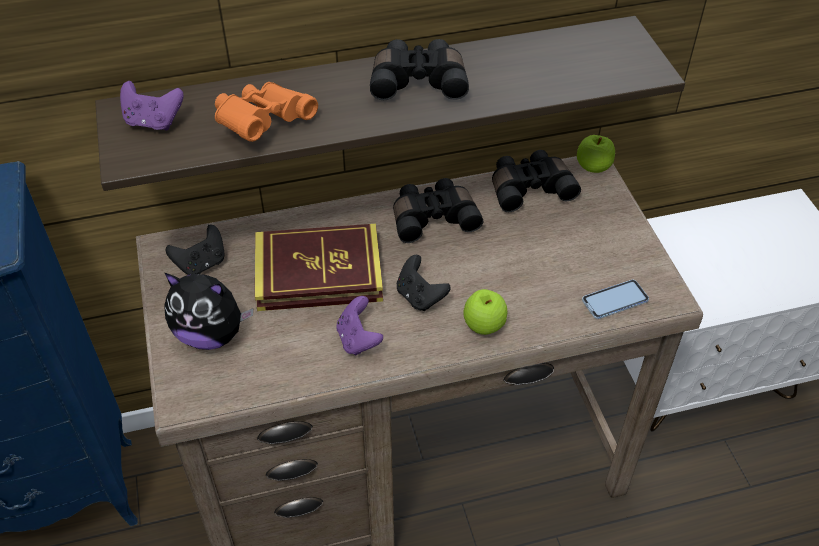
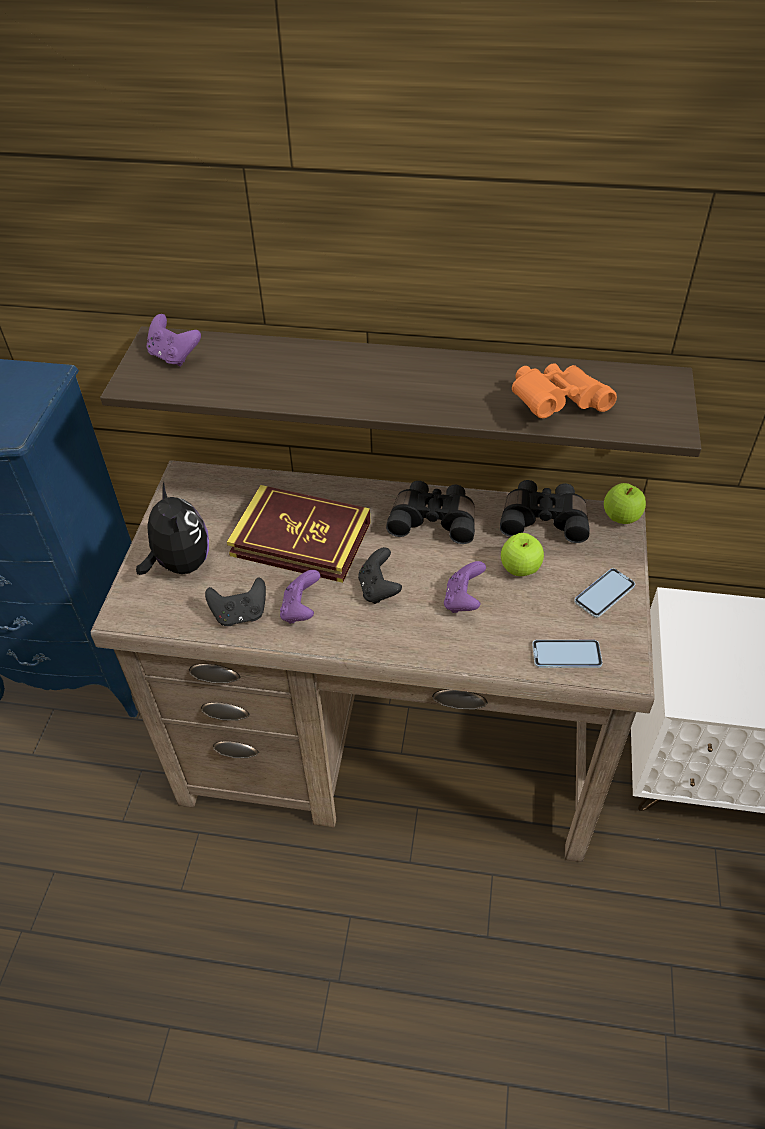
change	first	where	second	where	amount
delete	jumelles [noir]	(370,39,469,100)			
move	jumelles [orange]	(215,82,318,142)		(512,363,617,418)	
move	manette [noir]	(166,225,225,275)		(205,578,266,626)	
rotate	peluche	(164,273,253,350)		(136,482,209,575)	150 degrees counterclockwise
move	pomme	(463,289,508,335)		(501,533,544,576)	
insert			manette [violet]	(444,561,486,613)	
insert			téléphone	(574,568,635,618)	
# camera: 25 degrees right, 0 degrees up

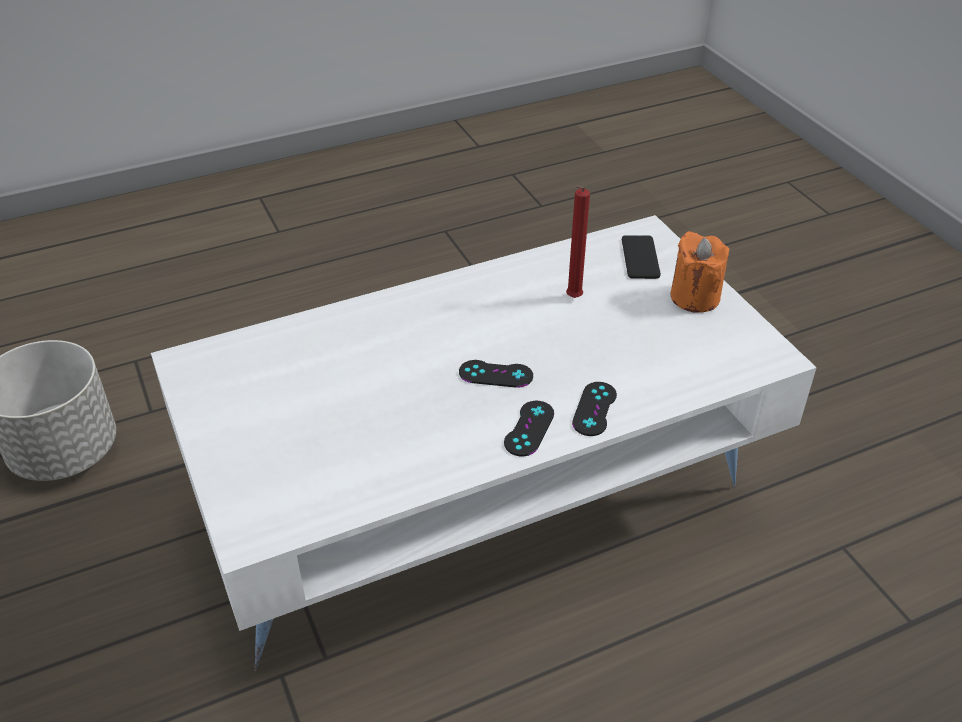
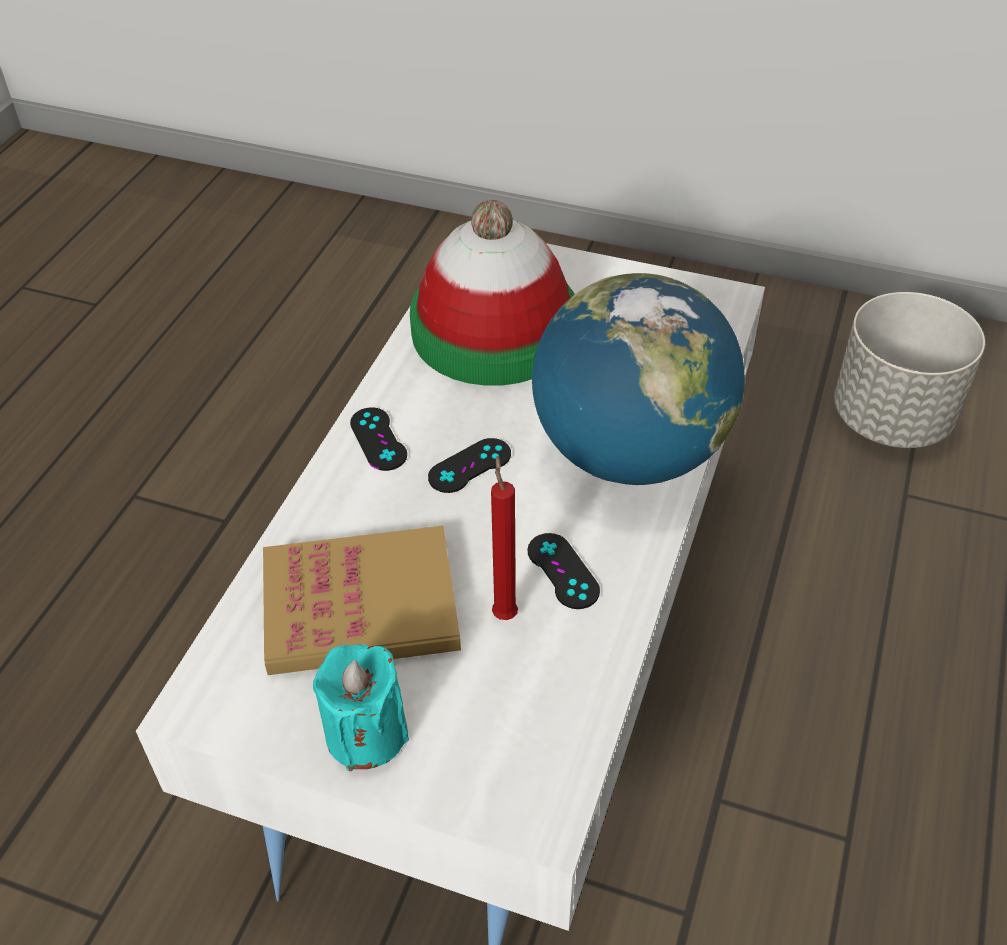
change	first	where	second	where	amount
recolor	bougie [orange]	(671,231,729,313)	bougie [turquoise]	(313,644,409,771)	
delete	téléphone	(622,235,661,279)			
move	manette [noir]	(572,382,617,436)		(528,533,600,609)	
insert			chapeau	(410,200,575,386)	
insert			globe	(532,273,745,485)	
insert			livre	(263,526,461,675)	
# camera: 135 degrees right, 5 degrees up

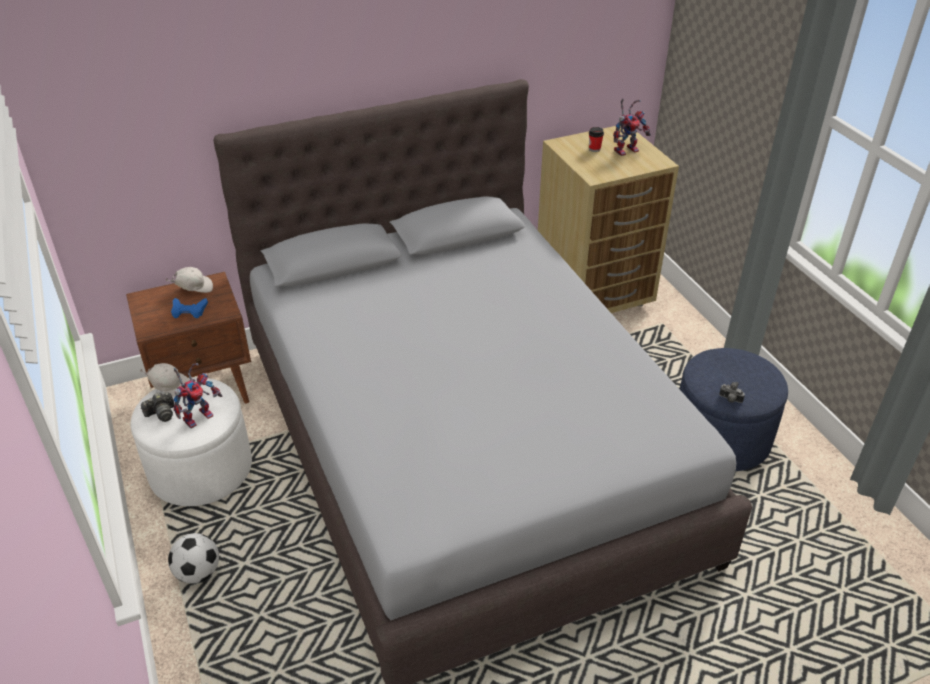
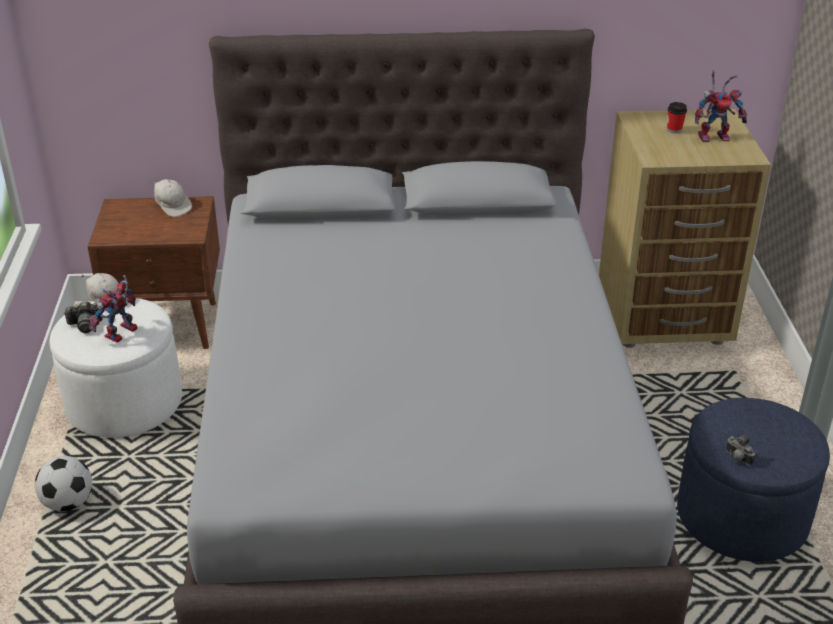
change	first	where	second	where	amount
rotate	casquette [blanc]	(165,267,213,293)		(152,179,192,217)	45 degrees clockwise
delete	manette [bleu]	(171,298,208,318)			
rotate	robot jouet	(173,363,223,429)		(89,275,137,342)	150 degrees clockwise
# camera: 20 degrees right, 5 degrees down

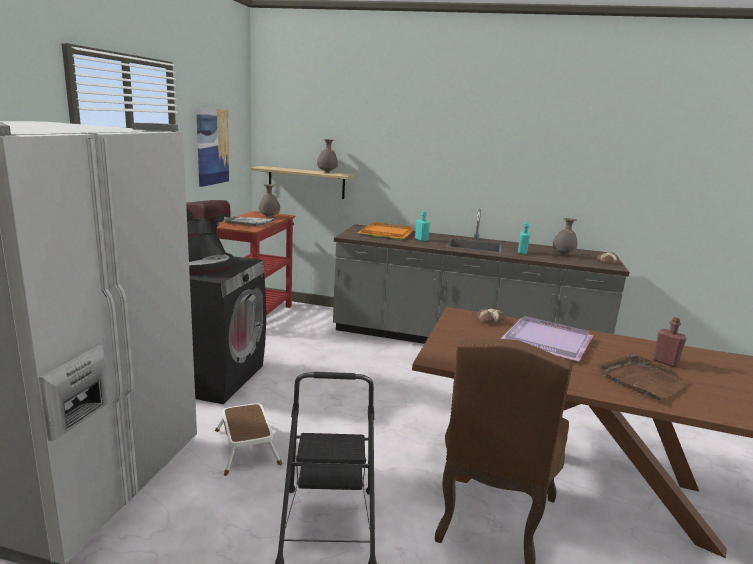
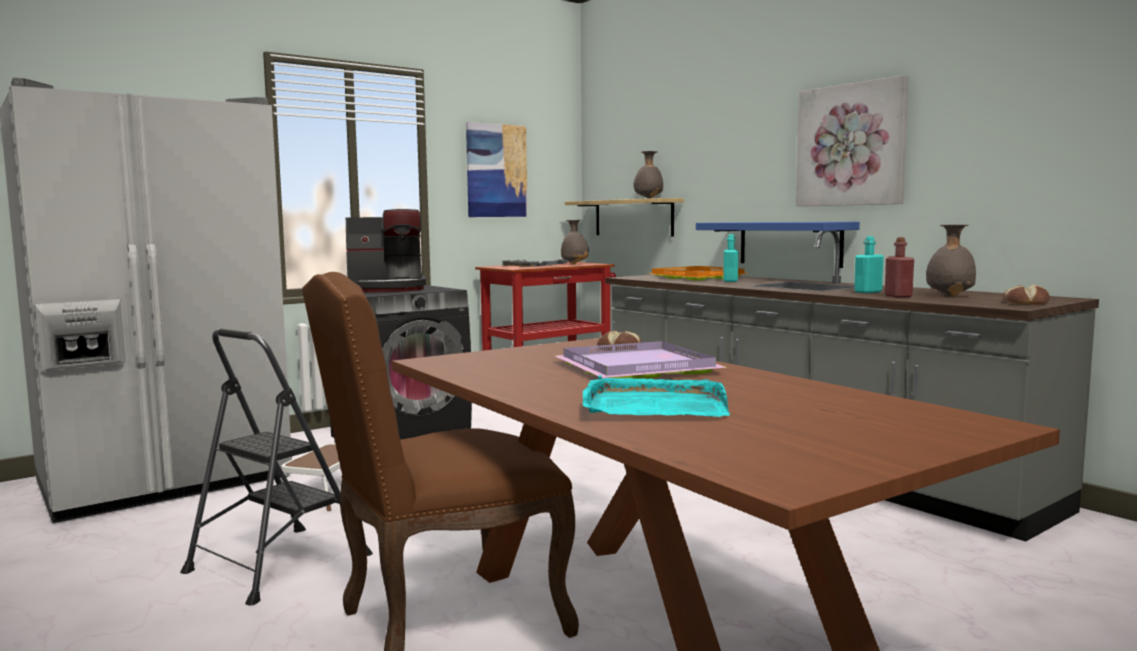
change	first	where	second	where	amount
move	bouteille [rouge]	(653,317,687,367)		(885,237,914,298)	
recolor	plateau [marron]	(597,355,690,400)	plateau [turquoise]	(583,375,730,417)	
insert			tableau	(796,75,909,206)	
insert			étagère [bleu]	(696,222,860,268)	
# camera: 40 degrees right, 10 degrees down

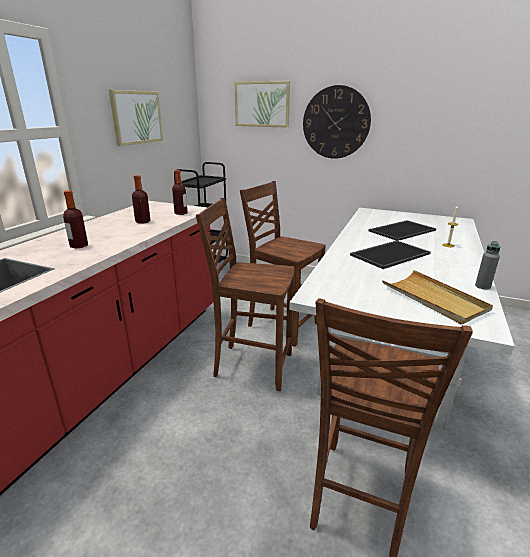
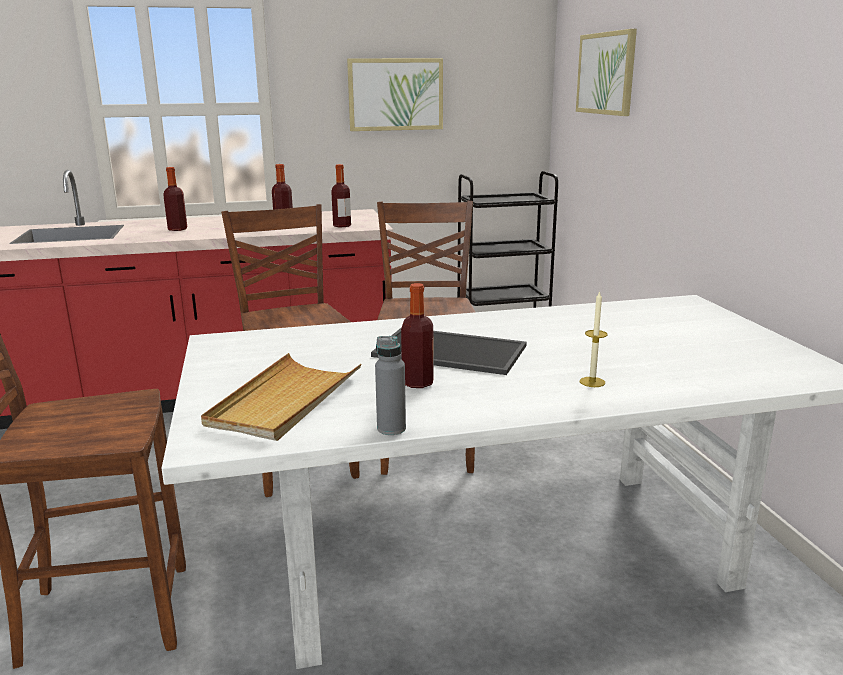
change	first	where	second	where	amount
delete	horloge murale	(303,85,371,159)			
delete	plateau	(369,220,436,241)			
insert			bouteille	(401,283,434,388)	
# camera: 55 degrees right, 5 degrees down

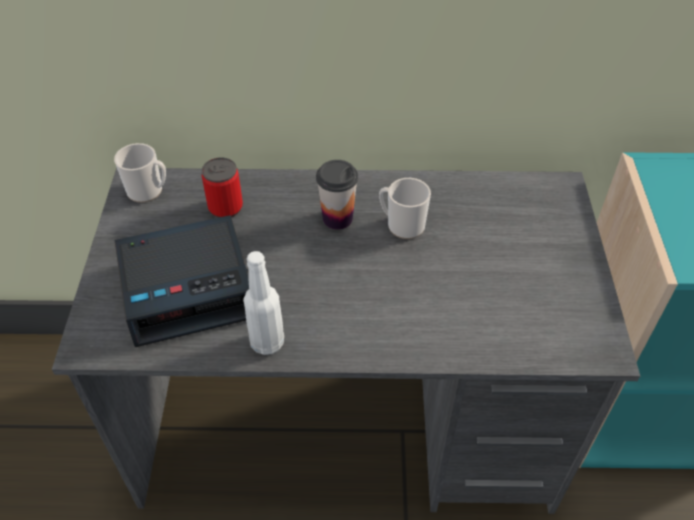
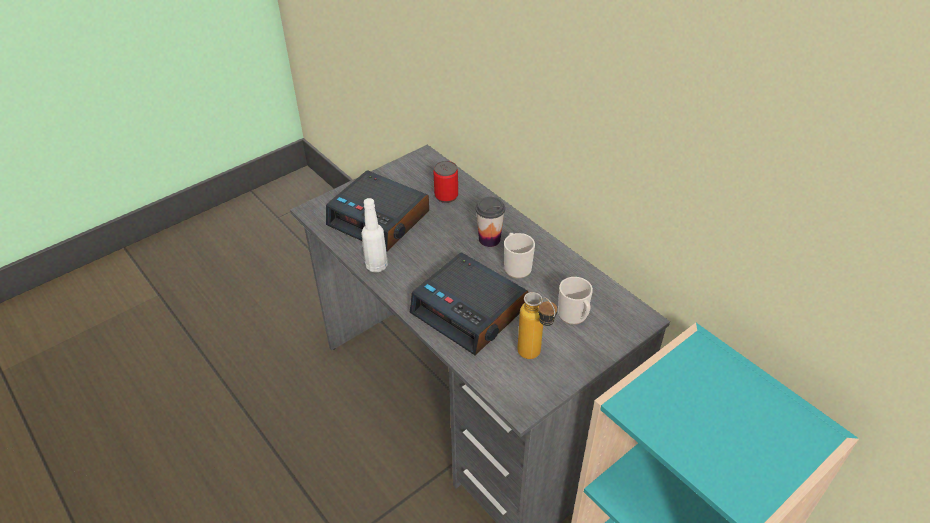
change	first	where	second	where	amount
move	mug	(114,143,166,203)		(558,277,593,325)	
insert			réveil	(409,252,529,355)	
insert			bouteille	(517,292,557,359)	
# camera: 50 degrees right, 5 degrees down

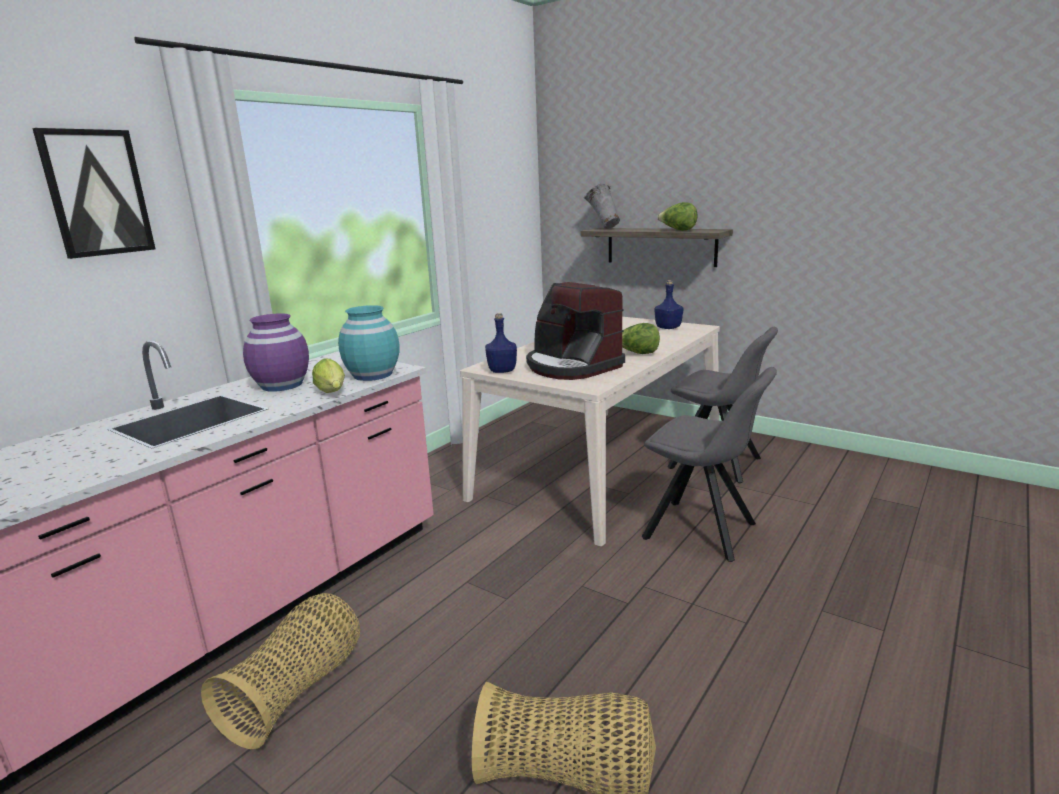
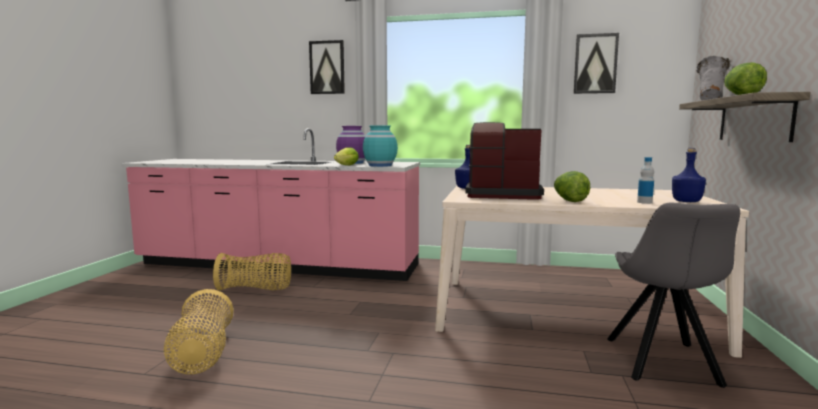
change	first	where	second	where	amount
rotate	machine à café	(526,282,625,380)		(465,122,544,200)	75 degrees clockwise
delete	chaise [gris]	(642,367,777,562)			
insert			tableau	(573,33,619,94)	
insert			bouteille	(637,157,654,204)	
# camera: 65 degrees right, 10 degrees down

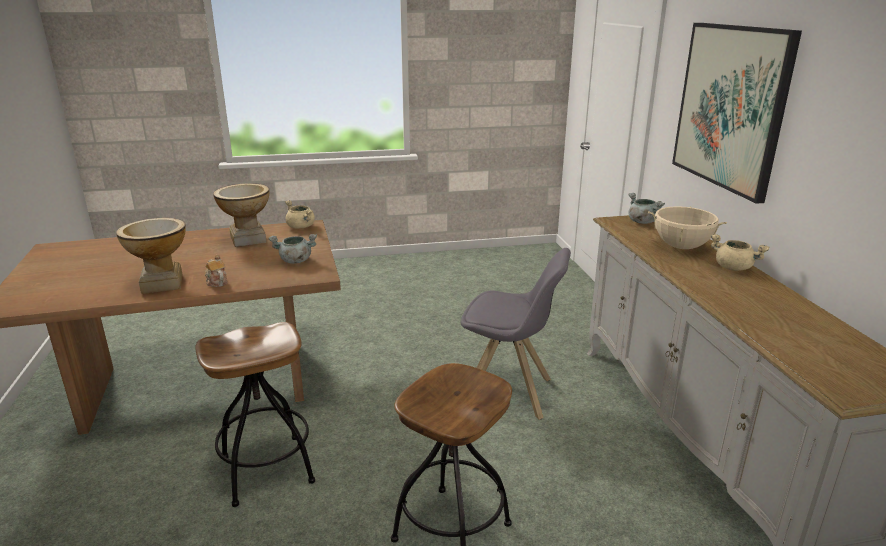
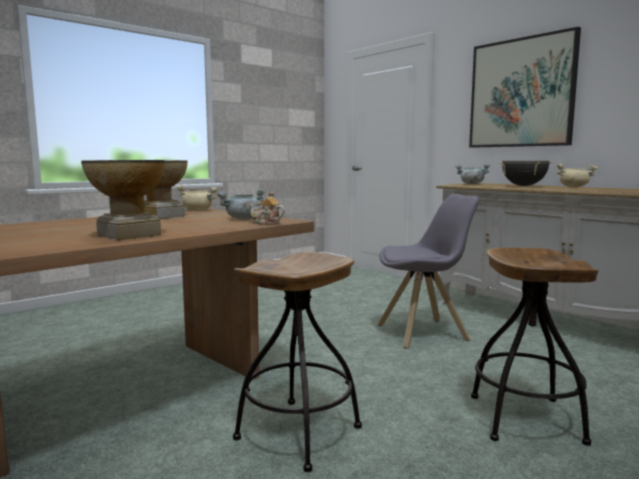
change	first	where	second	where	amount
recolor	marmite [beige]	(648,206,727,249)	marmite [noir]	(499,161,552,186)	
move	théière	(205,254,227,287)		(249,191,285,225)	
# camera: 30 degrees left, 15 degrees down

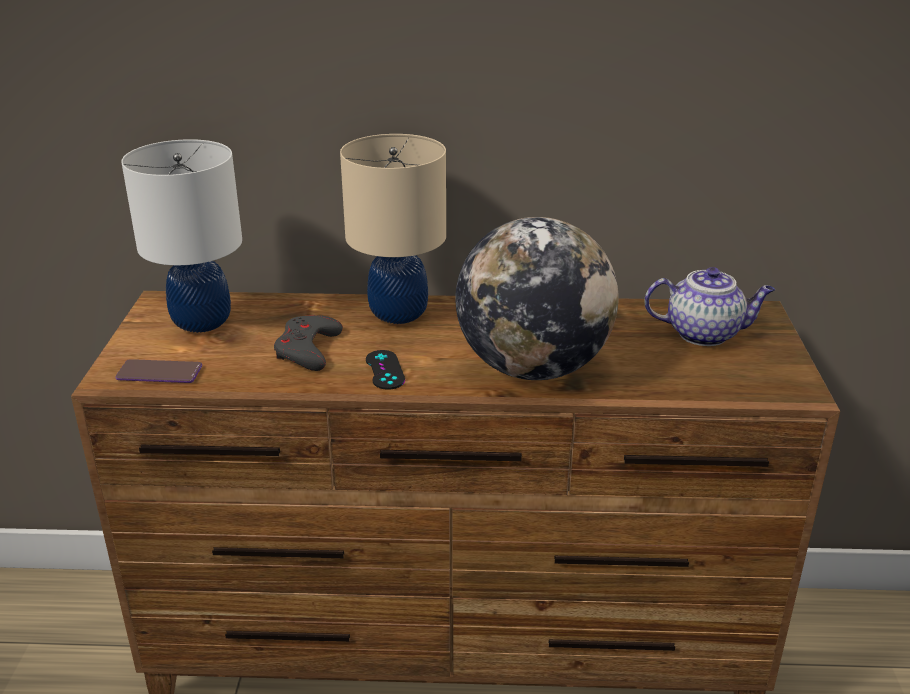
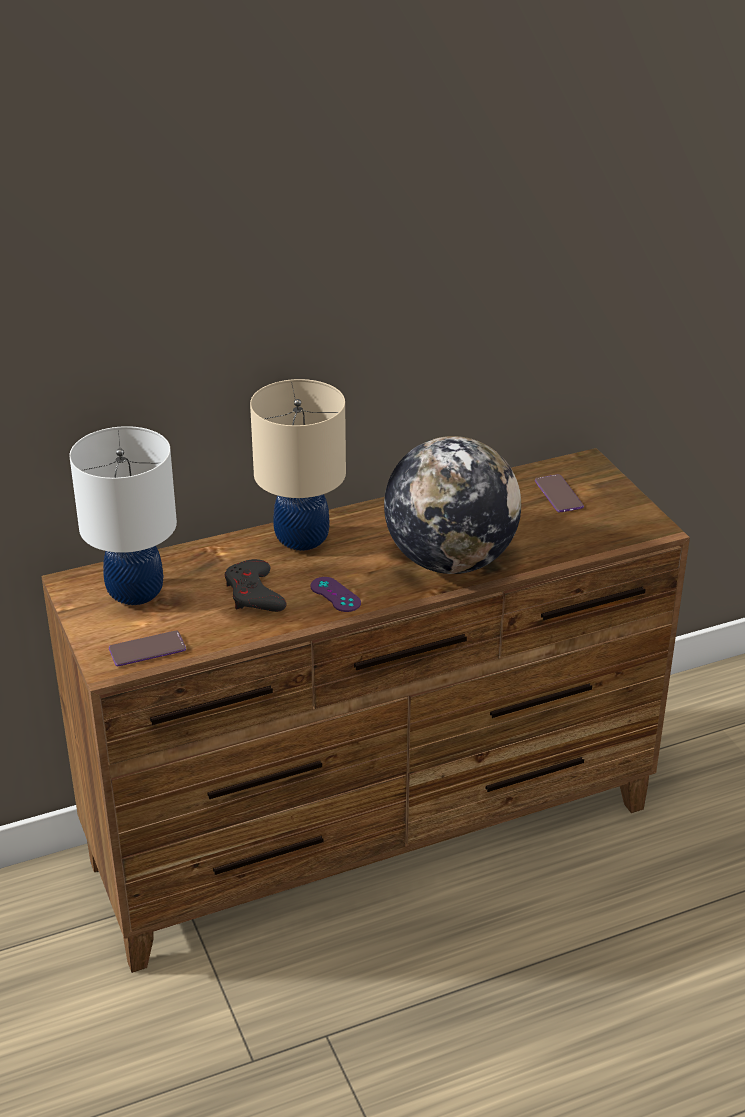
change	first	where	second	where	amount
replace	théière	(644,267,775,346)	téléphone	(535,474,584,513)	
recolor	manette [noir]	(366,350,405,390)	manette [violet]	(310,577,361,612)	
# camera: 25 degrees left, 5 degrees up

